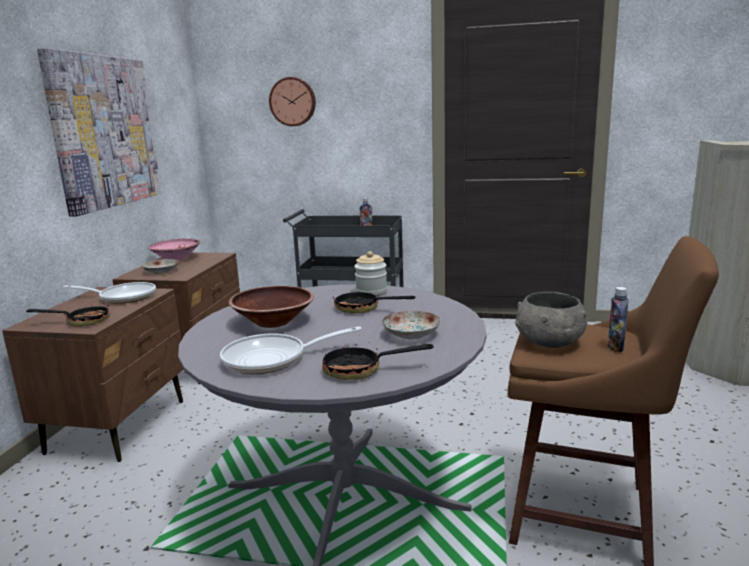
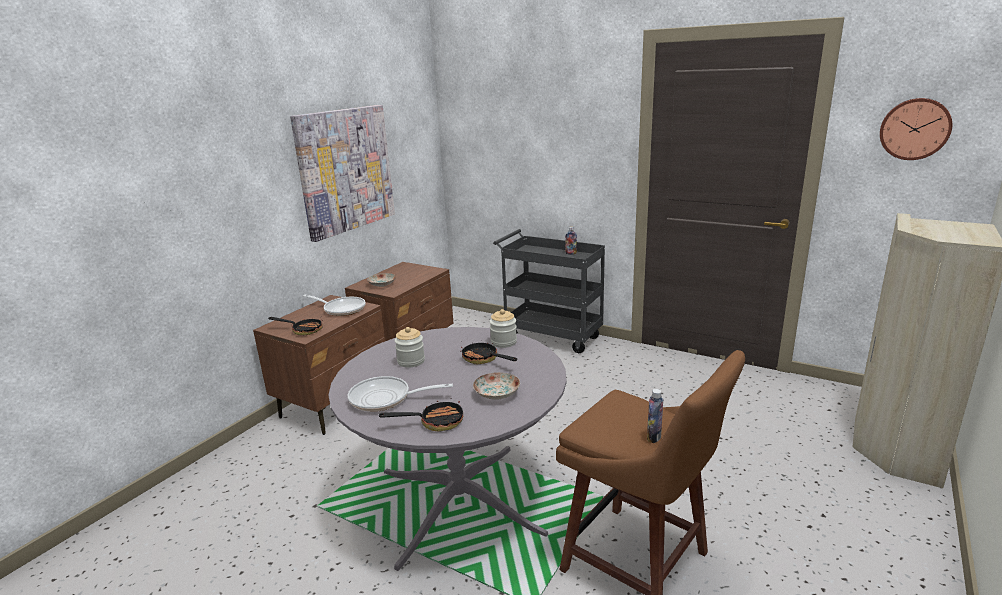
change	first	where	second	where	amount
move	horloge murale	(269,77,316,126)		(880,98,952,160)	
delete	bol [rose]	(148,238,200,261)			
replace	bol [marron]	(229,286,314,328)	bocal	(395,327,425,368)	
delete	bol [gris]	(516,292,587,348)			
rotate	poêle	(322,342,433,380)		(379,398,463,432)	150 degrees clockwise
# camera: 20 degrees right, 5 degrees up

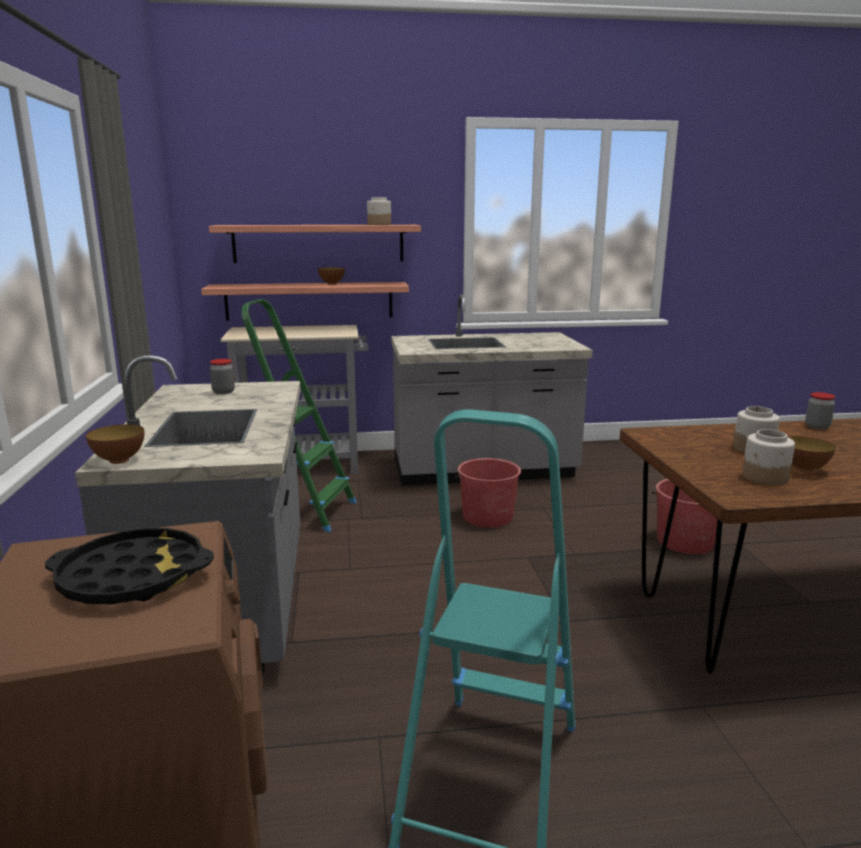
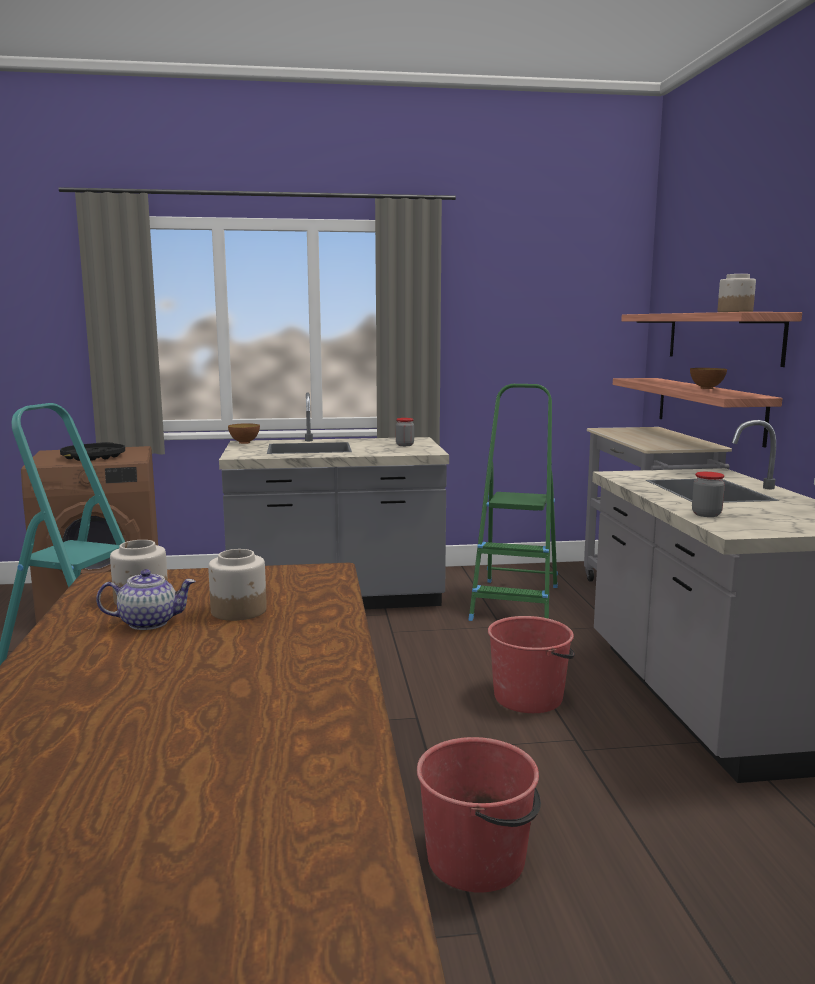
change	first	where	second	where	amount
move	bocal	(805,392,835,430)		(692,472,725,517)	
replace	bol	(788,436,836,472)	théière	(96,569,195,630)	
# camera: 90 degrees right, 5 degrees down

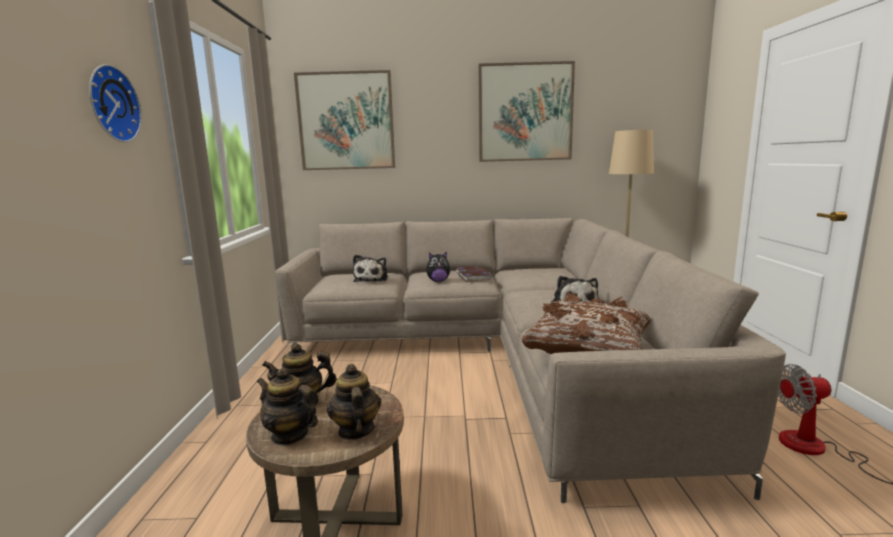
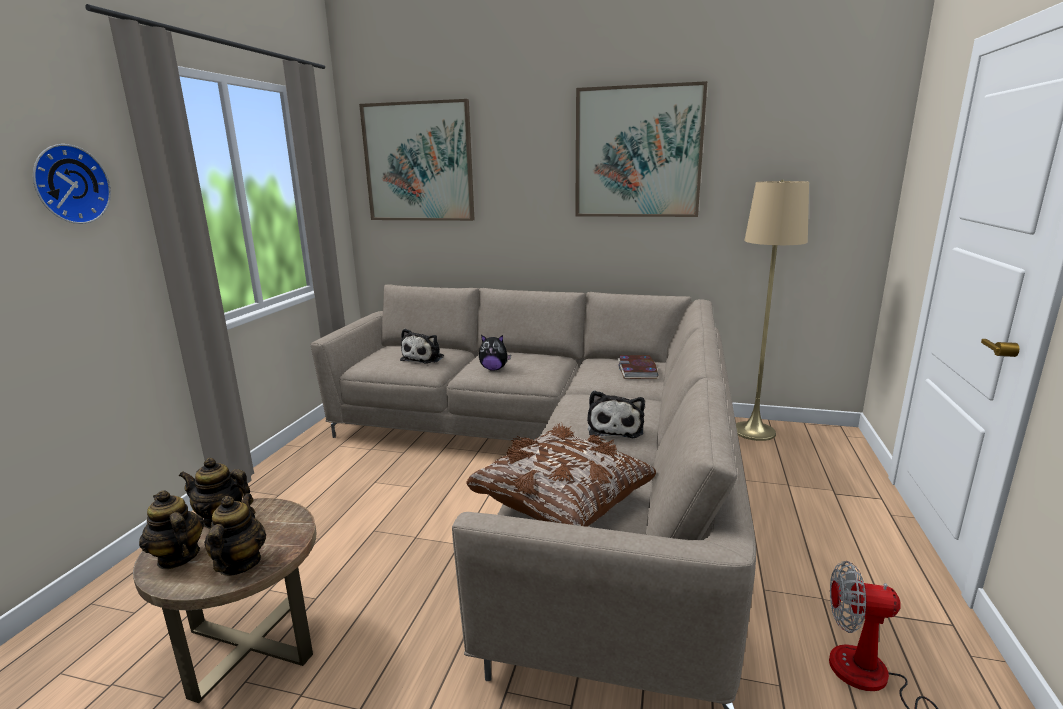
change	first	where	second	where	amount
move	livre	(456,266,492,282)		(618,355,658,379)	
# camera: 15 degrees right, 5 degrees up

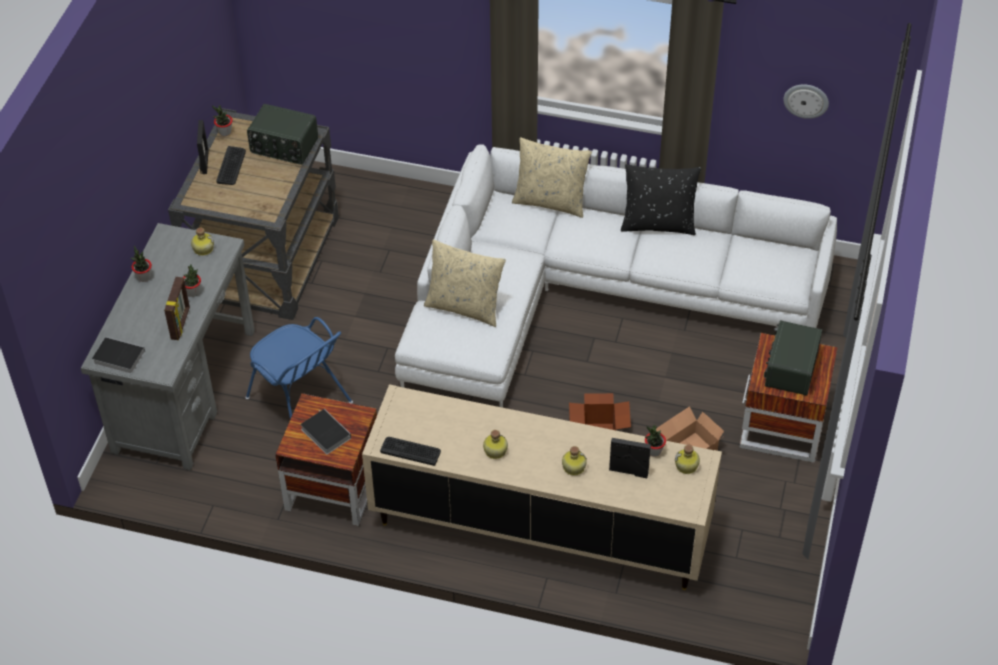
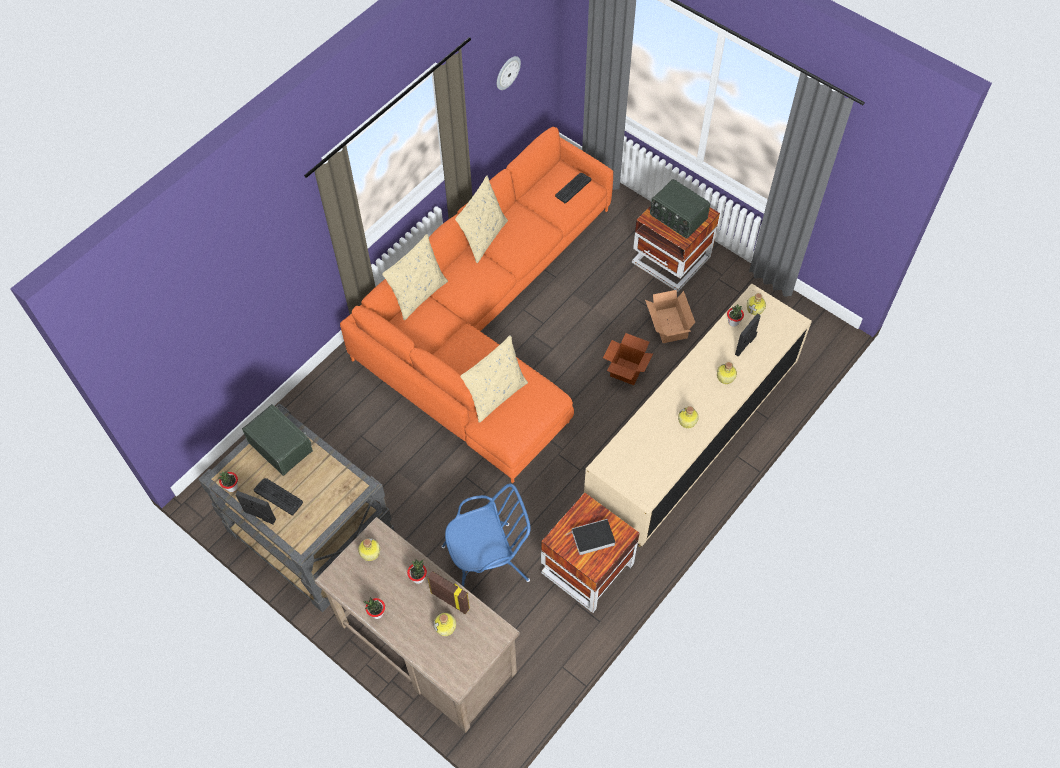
change	first	where	second	where	amount
rotate	radio	(247,104,318,165)		(242,404,313,476)	90 degrees counterclockwise
recolor	canapé [blanc]	(395,144,837,408)	canapé [orange]	(340,127,613,483)	
recolor	coussin [noir]	(621,164,701,235)	coussin [beige]	(455,176,508,263)	
recolor	bureau [gris]	(81,223,255,470)	bureau [marron]	(315,517,520,733)	
delete	livre	(92,337,145,374)			
move	clavier	(380,437,441,466)		(555,173,591,203)	
insert			bouteille	(433,613,456,636)	
# camera: 65 degrees left, 10 degrees up

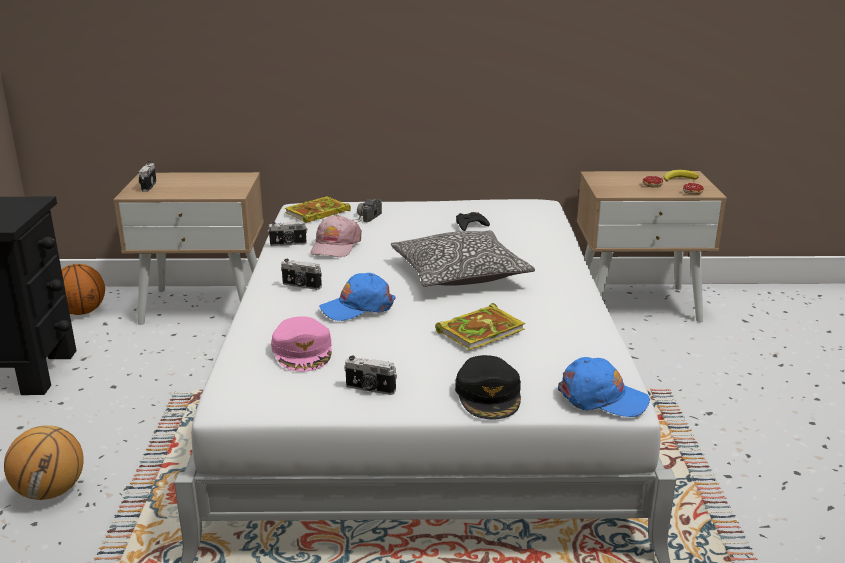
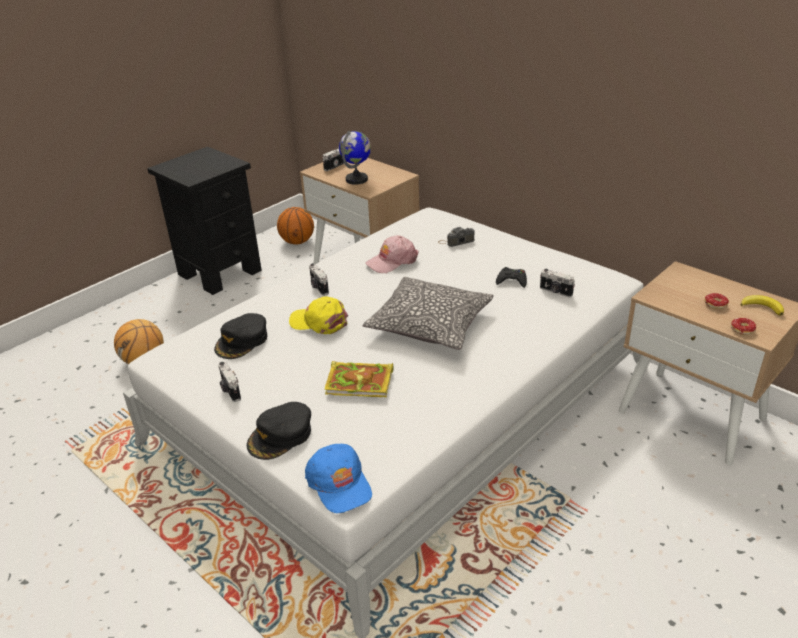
change	first	where	second	where	amount
delete	livre	(285,196,351,223)			
move	appareil photo	(268,221,307,246)		(540,269,575,297)	
recolor	casquette [bleu]	(319,273,396,321)	casquette [jaune]	(289,297,348,334)	
recolor	casquette [rose]	(271,317,332,371)	casquette [noir]	(214,313,267,359)	
insert			globe	(339,130,371,185)	
# camera: 45 degrees right, 10 degrees up

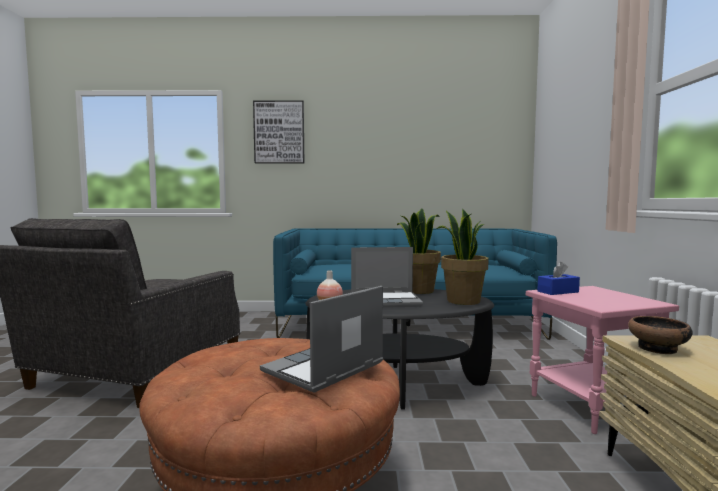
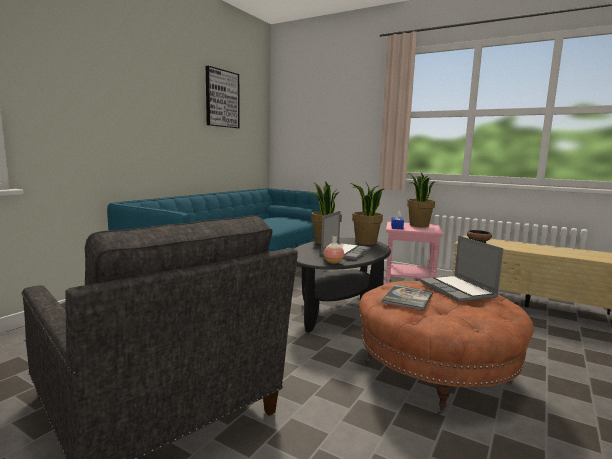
change	first	where	second	where	amount
move	tableau	(253,100,304,164)		(206,66,240,128)	
insert			plante en pot	(407,173,435,227)	
insert			livre	(381,285,433,311)	
# camera: 60 degrees left, 5 degrees up

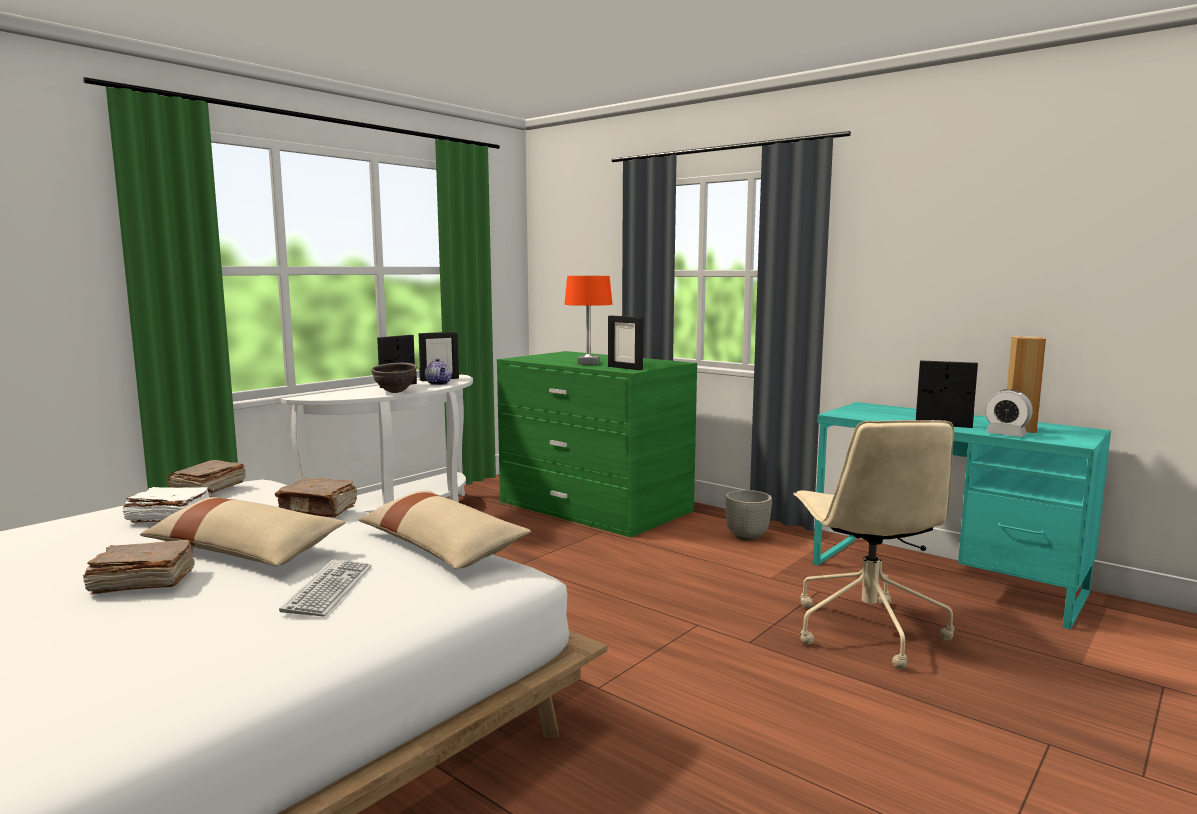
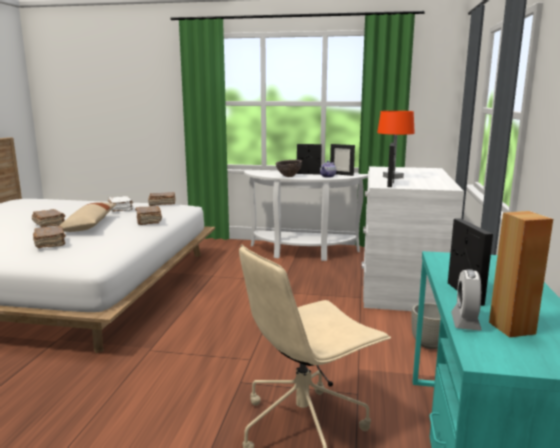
change	first	where	second	where	amount
recolor	commode [vert]	(497,351,697,538)	commode [blanc]	(362,166,464,311)	
delete	coussin [beige]	(358,491,531,569)			
replace	clavier	(279,559,372,617)	livre [marron]	(33,226,66,248)	
# camera: 60 degrees right, 5 degrees up

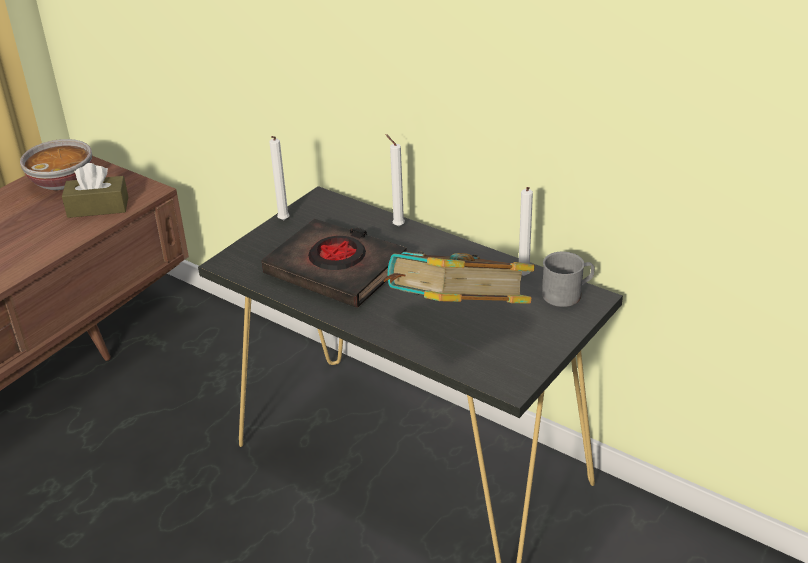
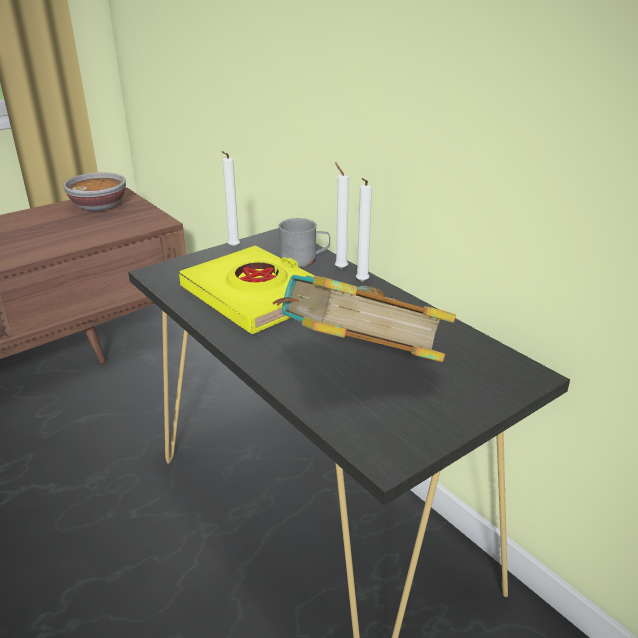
change	first	where	second	where	amount
delete	boîte à mouchoirs [marron]	(62,163,128,218)			
move	bougie [blanc]	(519,187,533,276)		(356,178,372,282)	
recolor	livre [noir]	(262,219,407,308)	livre [jaune]	(179,246,315,334)	
move	mug [gris]	(542,252,594,307)		(278,218,330,267)	
# camera: 15 degrees right, 5 degrees down

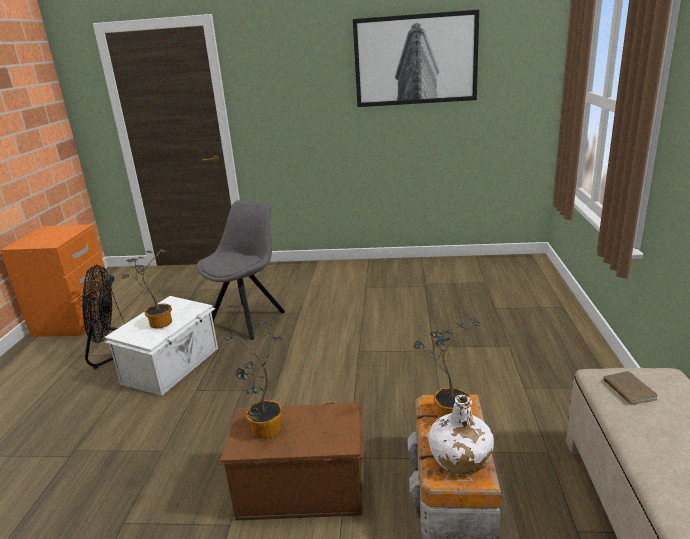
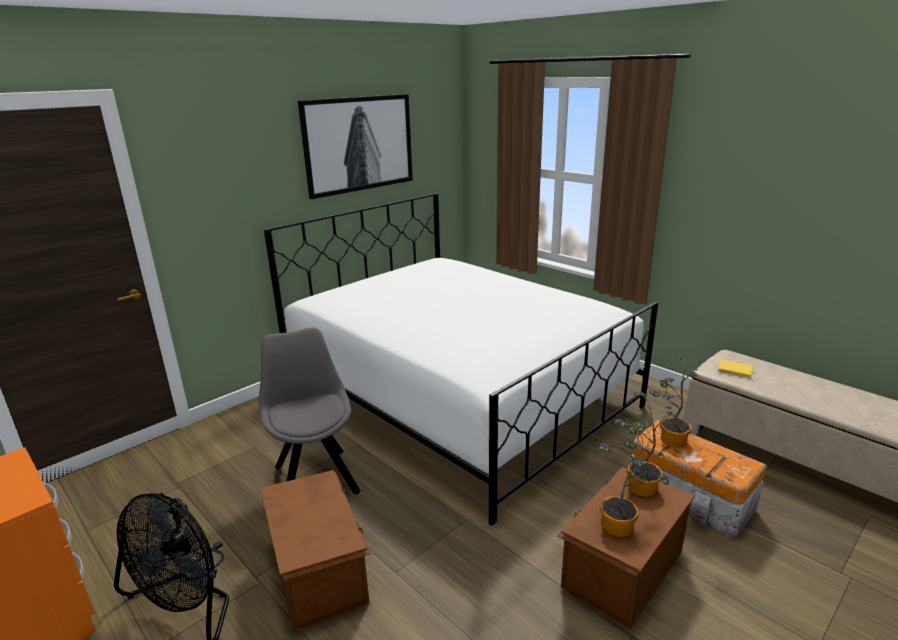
change	first	where	second	where	amount
move	plante en pot	(121,249,172,328)		(623,392,677,497)	
recolor	boîte de rangement [blanc]	(104,296,218,396)	boîte de rangement [marron]	(260,470,371,632)	
recolor	livre [marron]	(603,371,658,405)	livre [jaune]	(718,360,753,378)	
delete	bouteille [blanc]	(429,395,494,475)			
insert			lit [blanc]	(264,193,658,526)	
# camera: 50 degrees left, 0 degrees up

